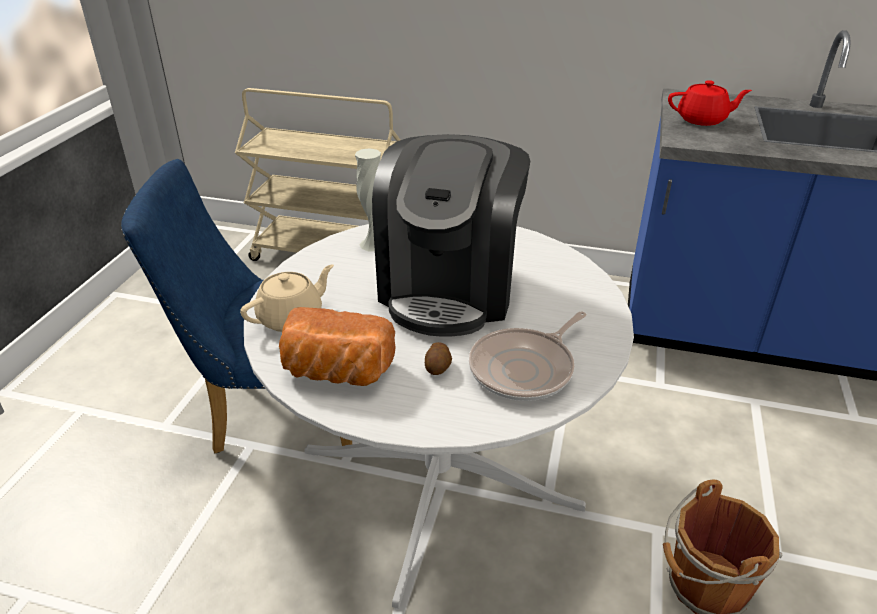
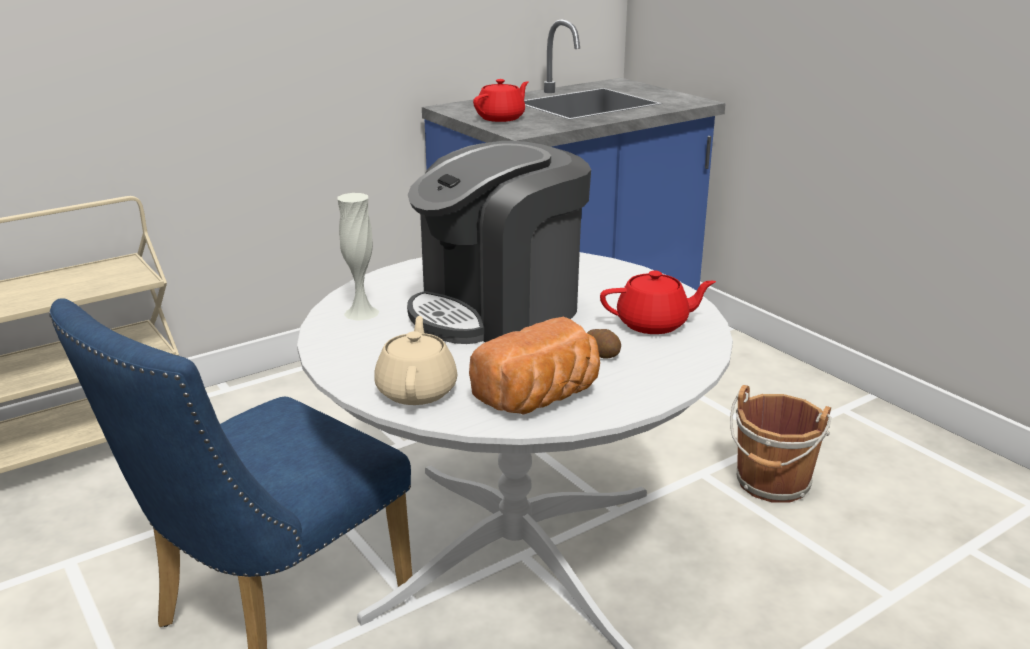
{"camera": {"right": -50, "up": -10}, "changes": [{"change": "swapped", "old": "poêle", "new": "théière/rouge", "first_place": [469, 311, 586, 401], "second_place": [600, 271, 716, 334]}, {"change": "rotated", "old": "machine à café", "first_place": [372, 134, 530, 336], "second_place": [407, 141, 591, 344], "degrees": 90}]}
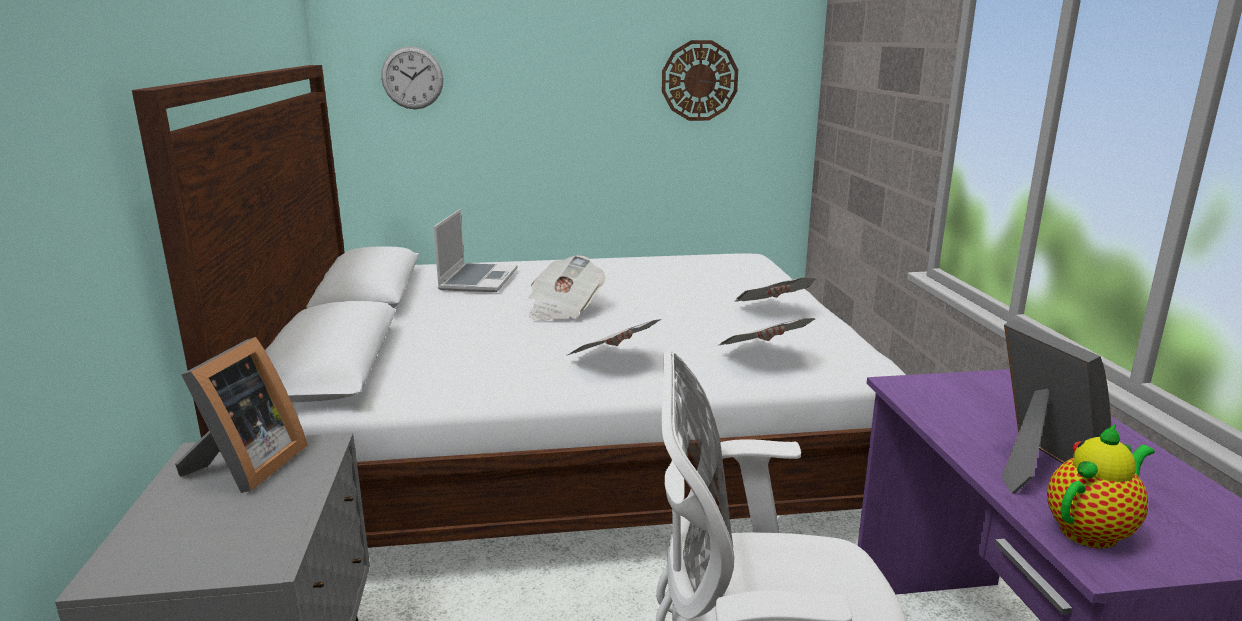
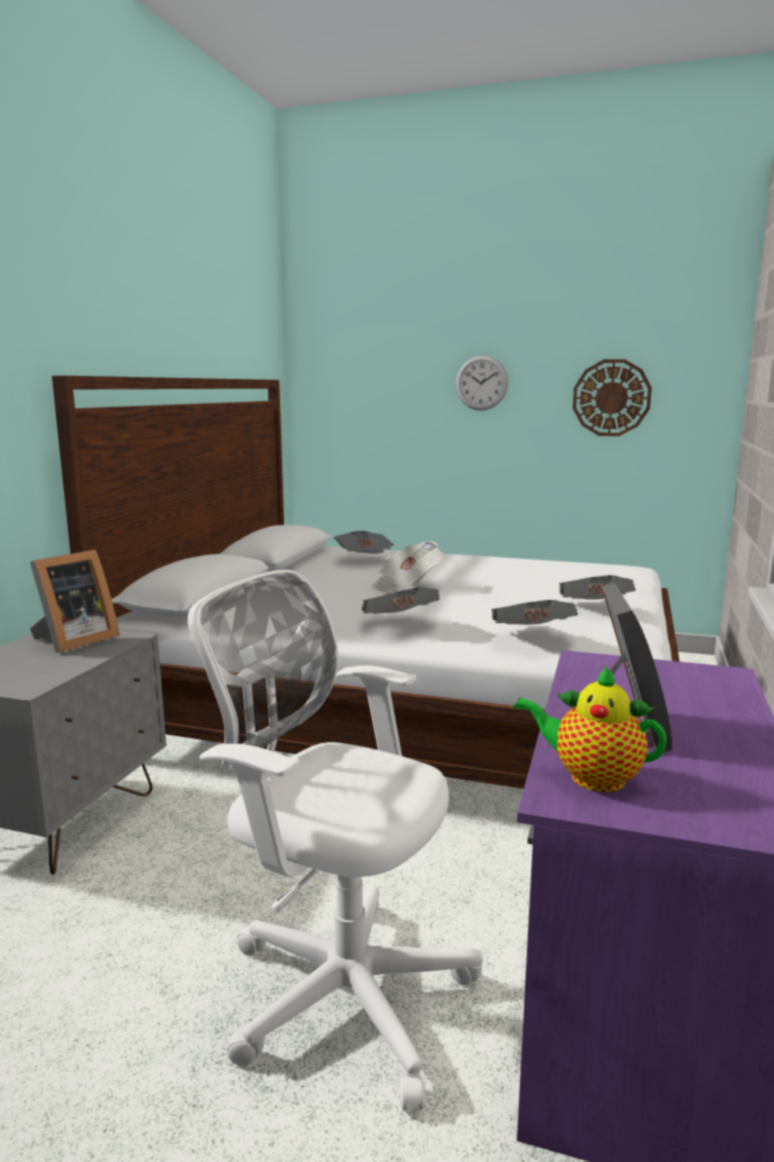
{"camera": {"right": 25, "up": -5}, "changes": [{"change": "shifted", "old": "horloge murale", "first_place": [381, 46, 444, 109], "second_place": [455, 355, 508, 411]}, {"change": "swapped", "old": "ordinateur portable", "new": "journal", "first_place": [434, 209, 517, 292], "second_place": [333, 531, 394, 554]}, {"change": "rotated", "old": "théière", "first_place": [1047, 424, 1155, 549], "second_place": [514, 665, 667, 792], "degrees": -150}]}
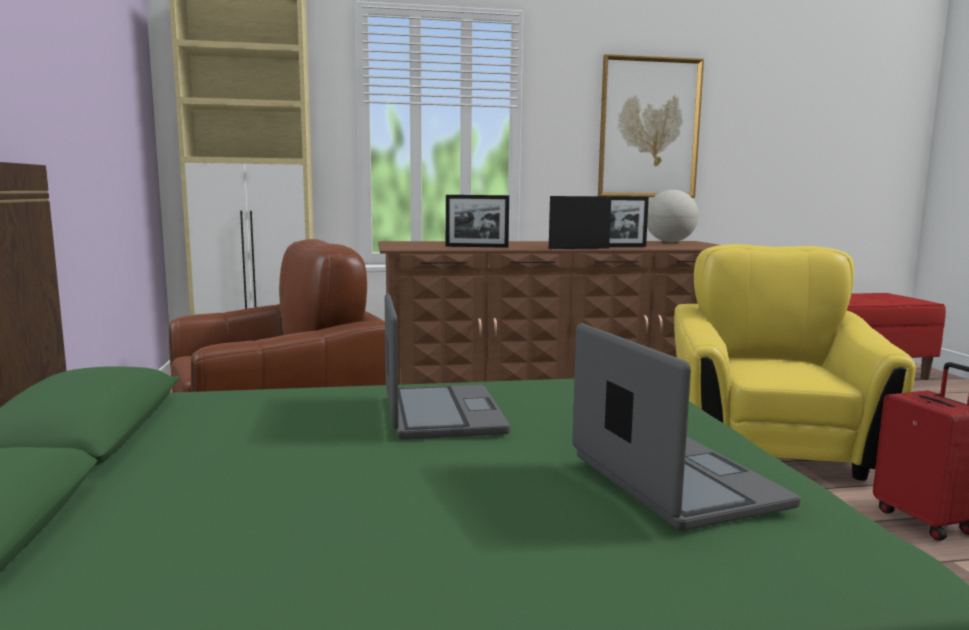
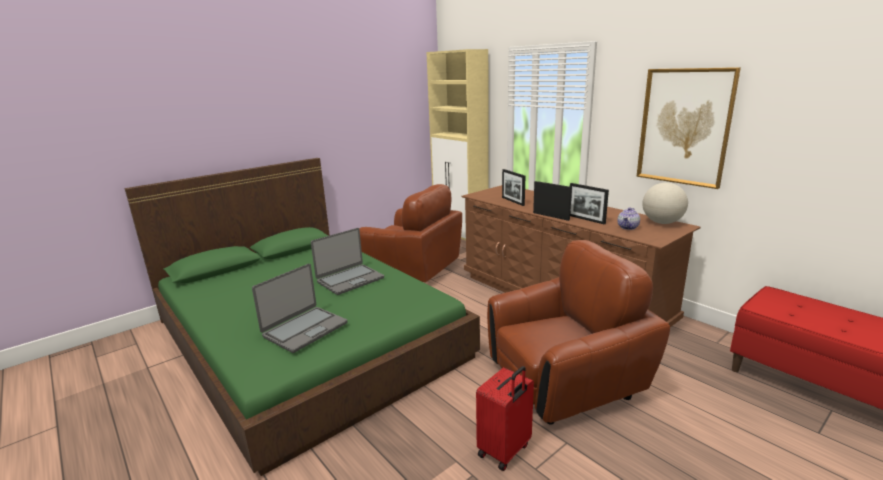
{"camera": {"right": 60, "up": 10}, "changes": [{"change": "new", "new": "théière", "second_place": [617, 208, 640, 230]}, {"change": "repainted", "old": "fauteuil/jaune", "new": "fauteuil/marron", "first_place": [674, 244, 916, 481], "second_place": [487, 240, 670, 425]}]}
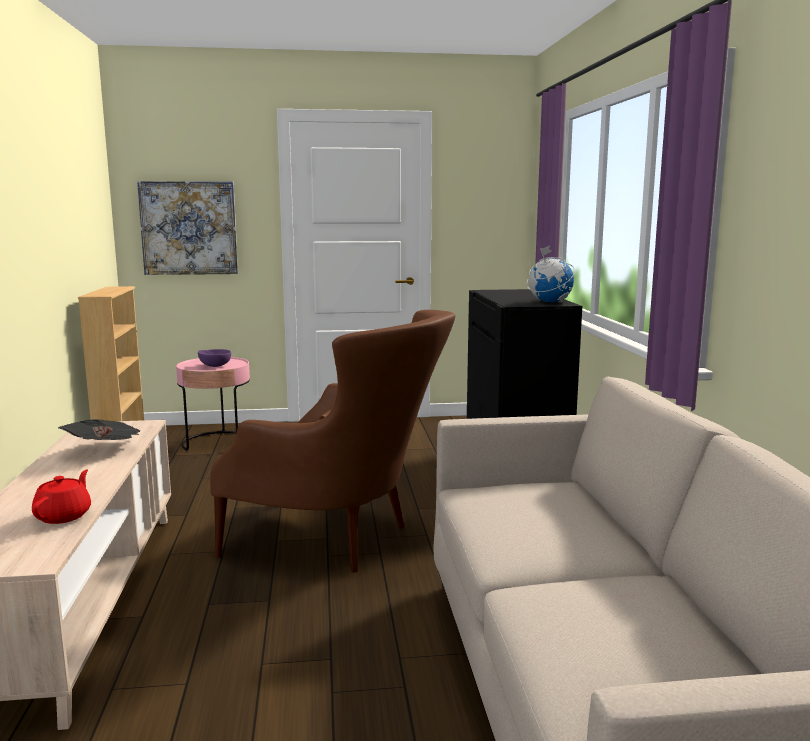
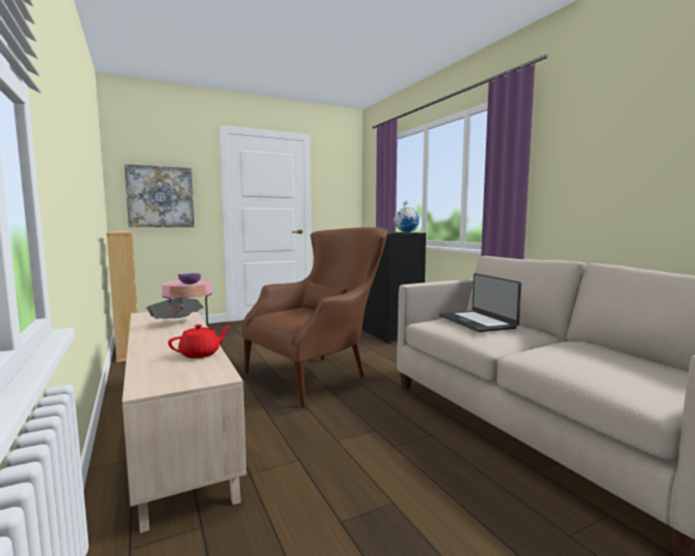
{"camera": {"right": -20, "up": -5}, "changes": [{"change": "new", "new": "ordinateur portable", "second_place": [439, 273, 522, 332]}, {"change": "rotated", "old": "théière/rouge", "first_place": [32, 469, 91, 524], "second_place": [168, 324, 230, 358], "degrees": 60}, {"change": "rotated", "old": "fauteuil/marron", "first_place": [210, 310, 455, 573], "second_place": [242, 227, 388, 408], "degrees": -45}]}
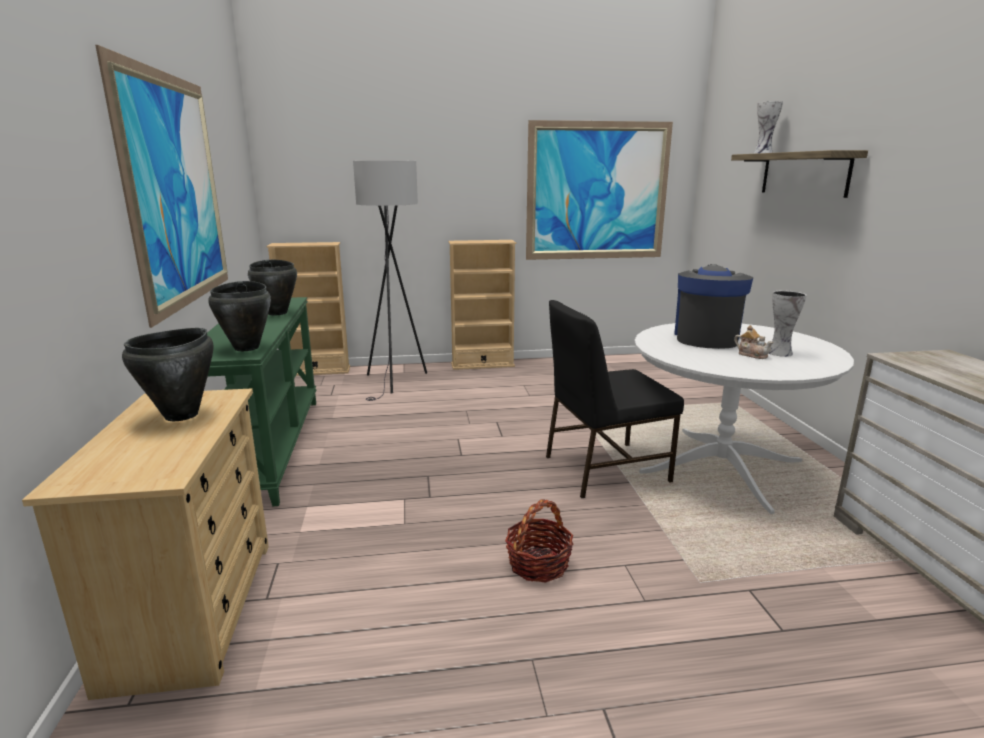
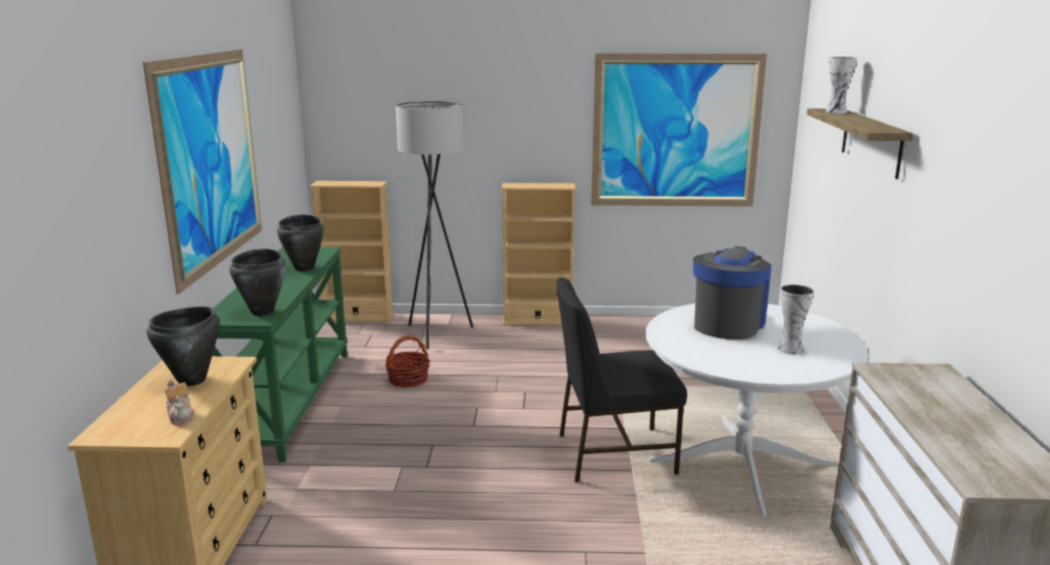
{"camera": {"right": 10, "up": 0}, "changes": [{"change": "shifted", "old": "panier", "first_place": [505, 499, 573, 582], "second_place": [385, 335, 430, 388]}, {"change": "shifted", "old": "théière", "first_place": [734, 325, 774, 359], "second_place": [165, 379, 194, 425]}]}
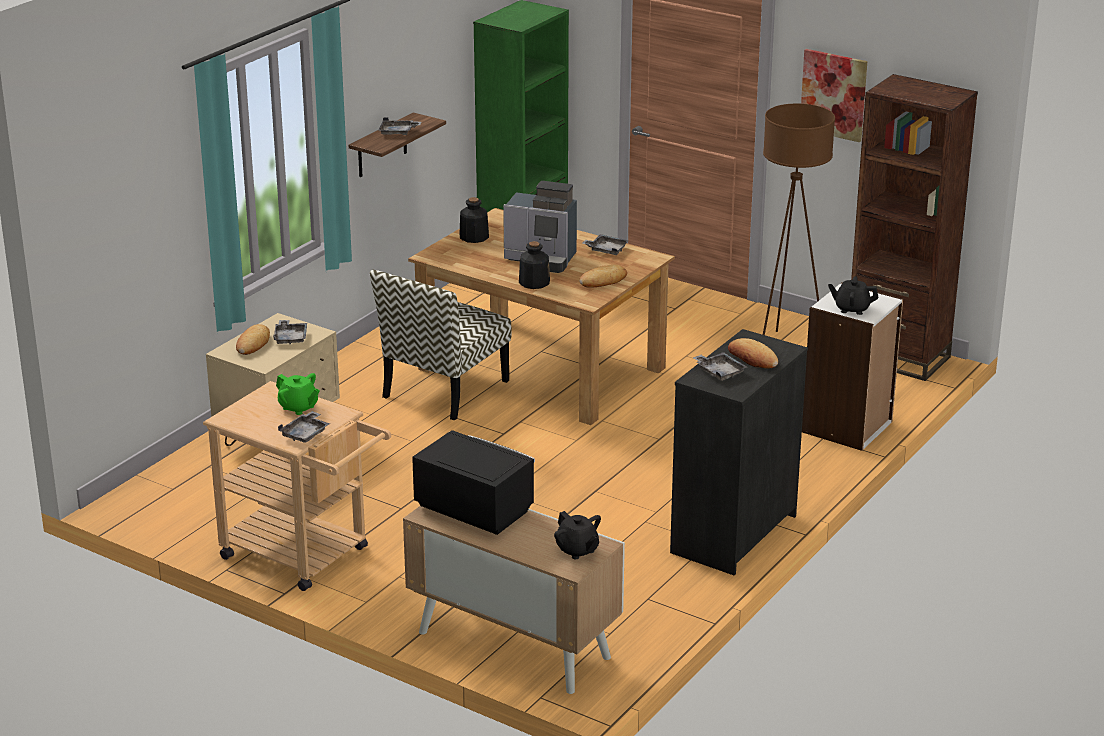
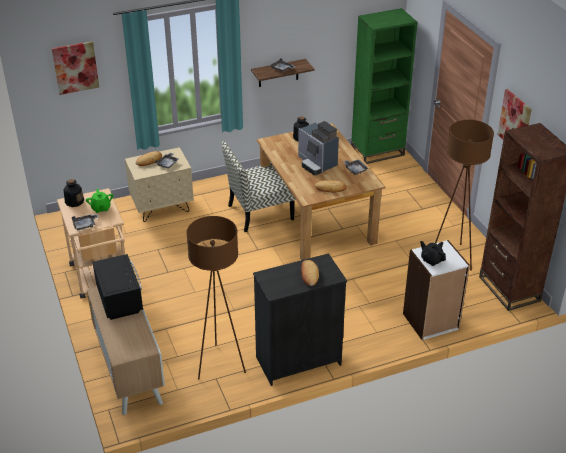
{"camera": {"right": 35, "up": 10}, "changes": [{"change": "gone", "old": "théière/noir", "first_place": [554, 511, 601, 559]}, {"change": "gone", "old": "plateau/gris", "first_place": [692, 352, 747, 381]}, {"change": "new", "new": "tableau", "second_place": [52, 41, 99, 95]}, {"change": "new", "new": "lampadaire/marron", "second_place": [186, 216, 246, 380]}, {"change": "shifted", "old": "bouteille", "first_place": [519, 241, 550, 289], "second_place": [64, 179, 84, 207]}]}
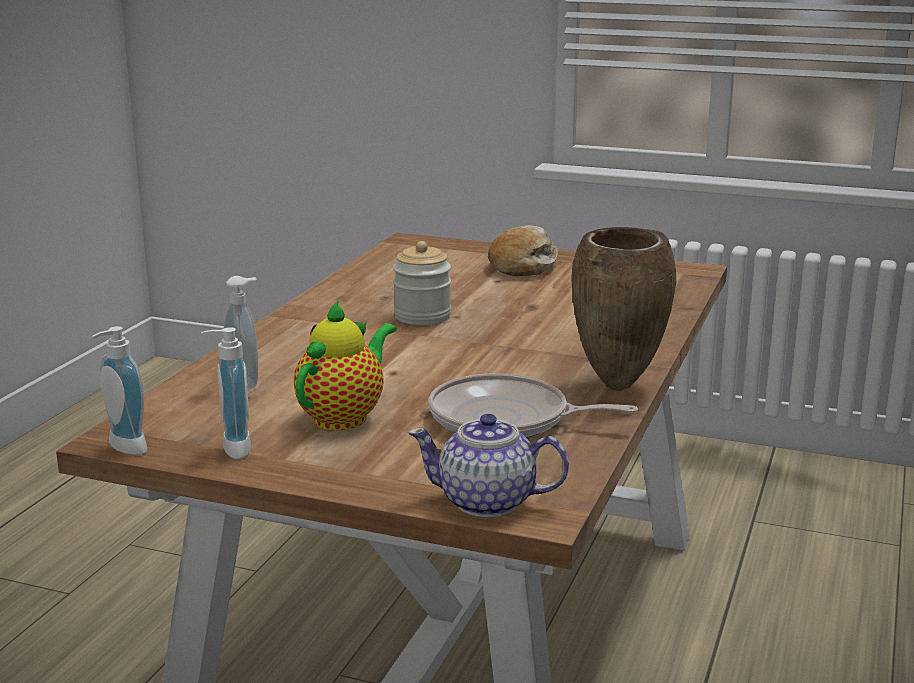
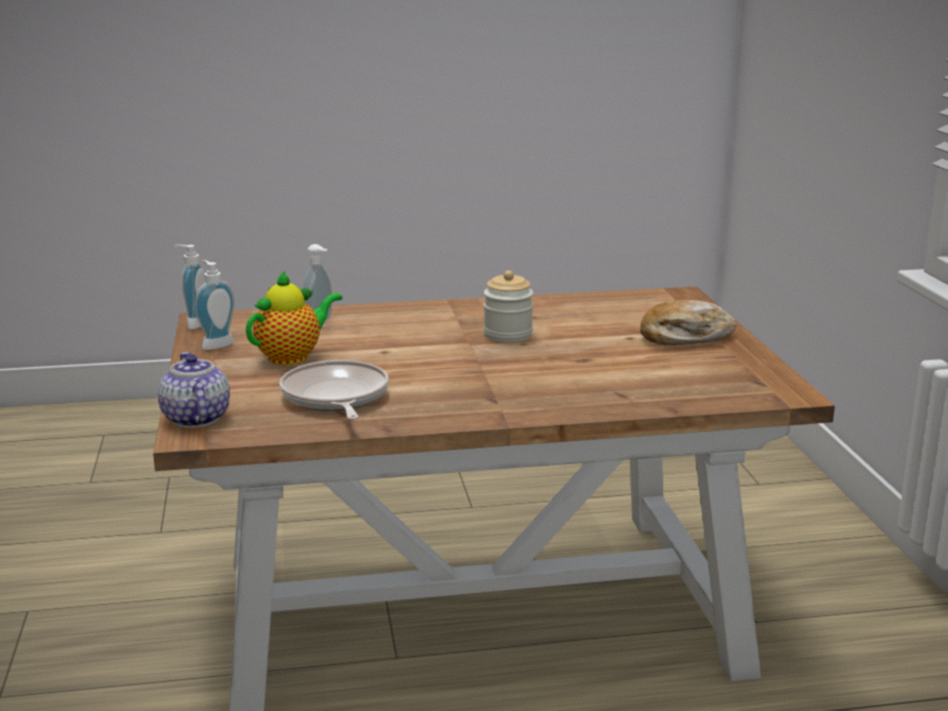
{"camera": {"right": 60, "up": 0}, "changes": [{"change": "gone", "old": "vase/marron", "first_place": [572, 227, 676, 391]}, {"change": "rotated", "old": "théière", "first_place": [294, 300, 397, 430], "second_place": [246, 271, 342, 365], "degrees": -45}]}
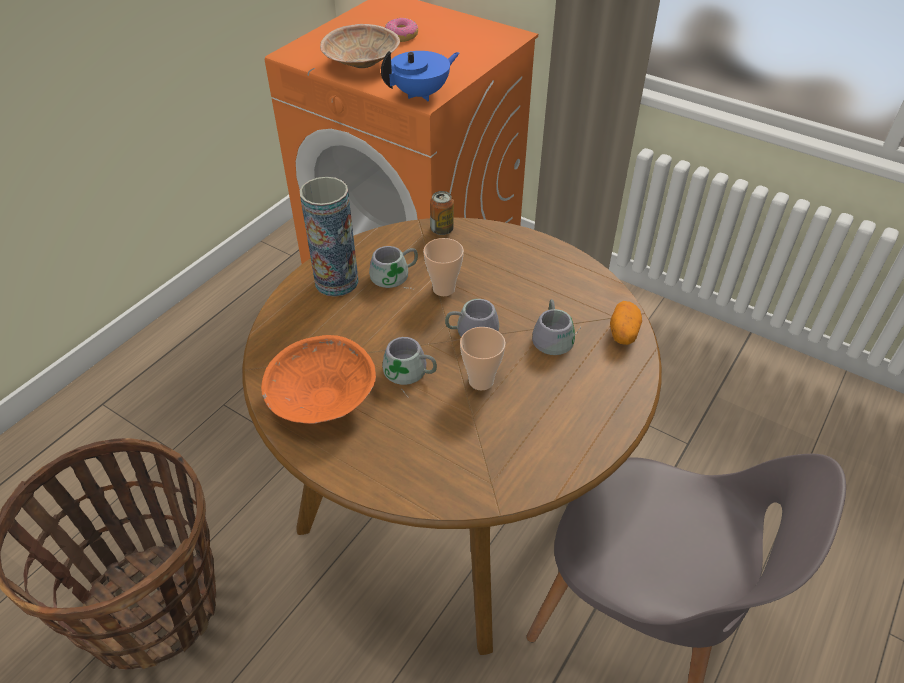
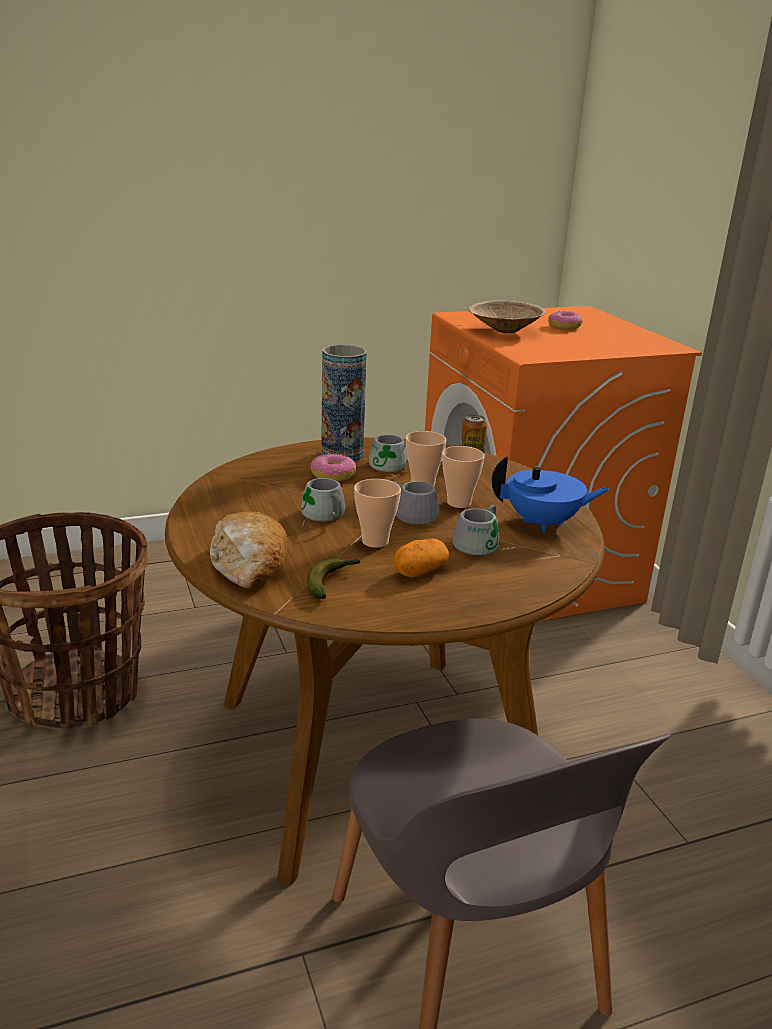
{"camera": {"right": 35, "up": -20}, "changes": [{"change": "gone", "old": "bol/orange", "first_place": [261, 335, 376, 424]}, {"change": "new", "new": "pain", "second_place": [210, 511, 288, 588]}, {"change": "new", "new": "banane", "second_place": [307, 557, 360, 599]}, {"change": "new", "new": "beignet", "second_place": [310, 454, 356, 481]}, {"change": "new", "new": "tasse", "second_place": [442, 446, 485, 508]}, {"change": "shifted", "old": "théière/bleu", "first_place": [381, 51, 460, 101], "second_place": [492, 456, 609, 532]}, {"change": "shifted", "old": "pomme de terre", "first_place": [610, 301, 642, 345], "second_place": [393, 539, 449, 578]}]}
